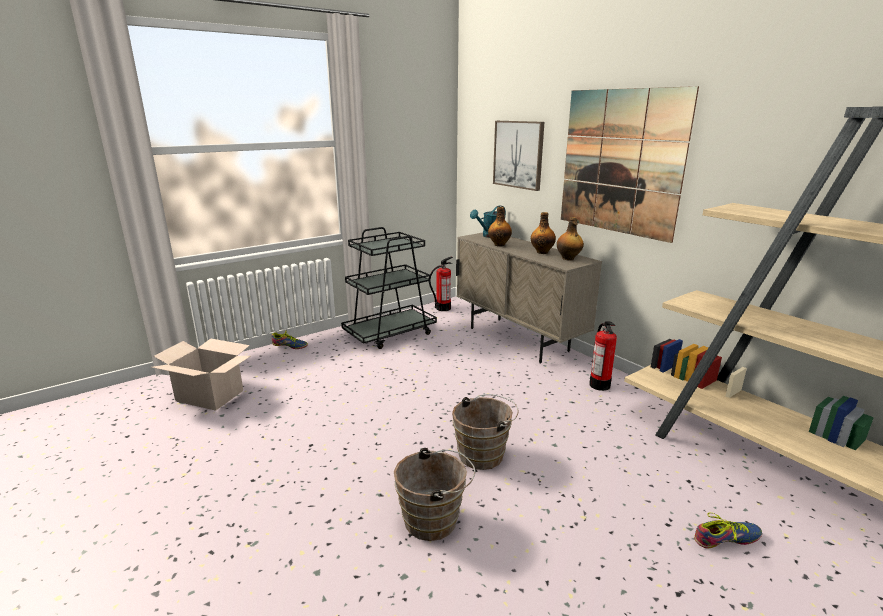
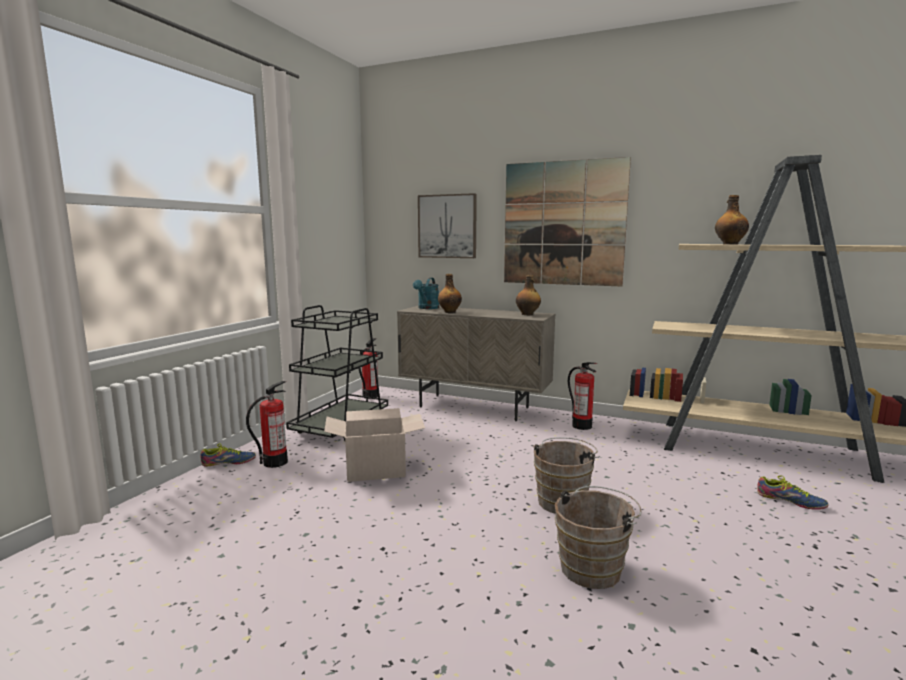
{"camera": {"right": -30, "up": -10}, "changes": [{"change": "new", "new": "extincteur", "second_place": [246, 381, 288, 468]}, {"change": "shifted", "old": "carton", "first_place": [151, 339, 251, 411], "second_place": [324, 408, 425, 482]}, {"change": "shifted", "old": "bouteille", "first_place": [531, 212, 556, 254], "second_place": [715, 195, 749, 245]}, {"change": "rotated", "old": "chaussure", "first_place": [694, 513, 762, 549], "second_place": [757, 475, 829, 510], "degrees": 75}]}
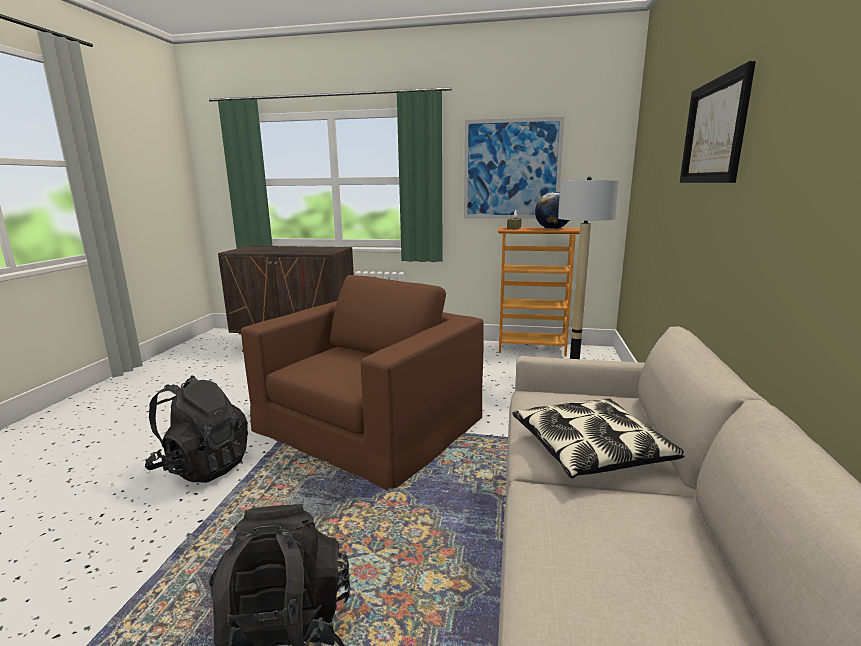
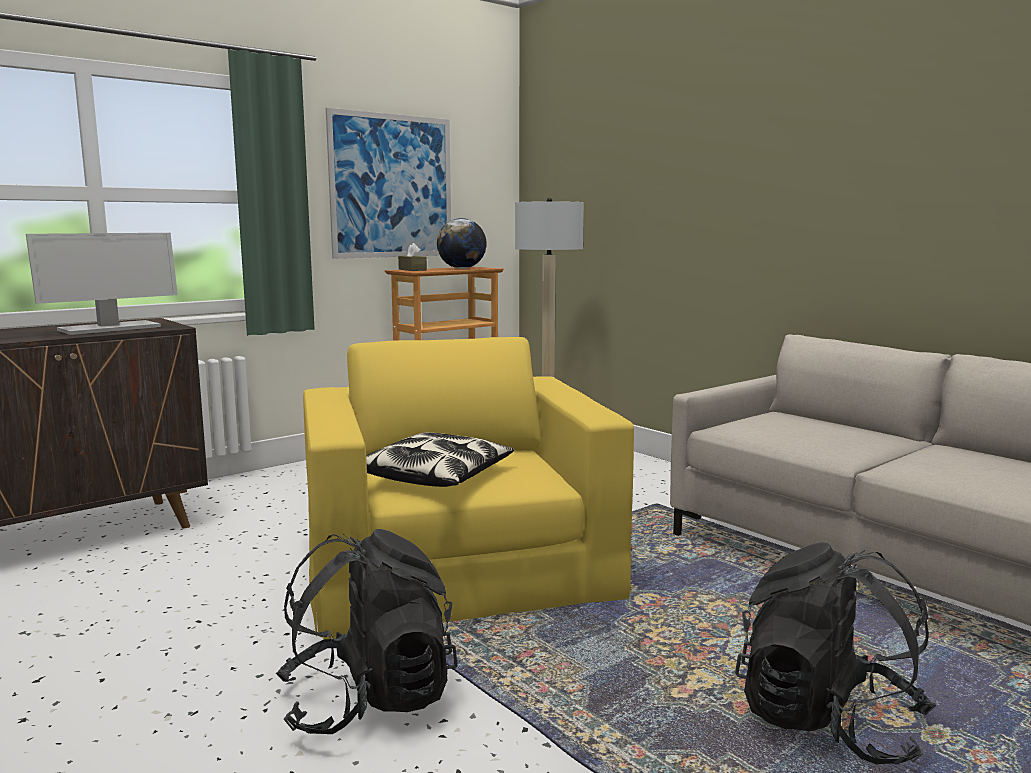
{"camera": {"right": -50, "up": -5}, "changes": [{"change": "gone", "old": "tableau", "first_place": [680, 61, 756, 183]}, {"change": "new", "new": "écran d'ordinateur", "second_place": [26, 233, 178, 335]}, {"change": "shifted", "old": "coussin", "first_place": [512, 399, 685, 478], "second_place": [366, 432, 514, 487]}, {"change": "repainted", "old": "fauteuil/marron", "new": "fauteuil/jaune", "first_place": [241, 275, 484, 491], "second_place": [303, 337, 634, 640]}]}
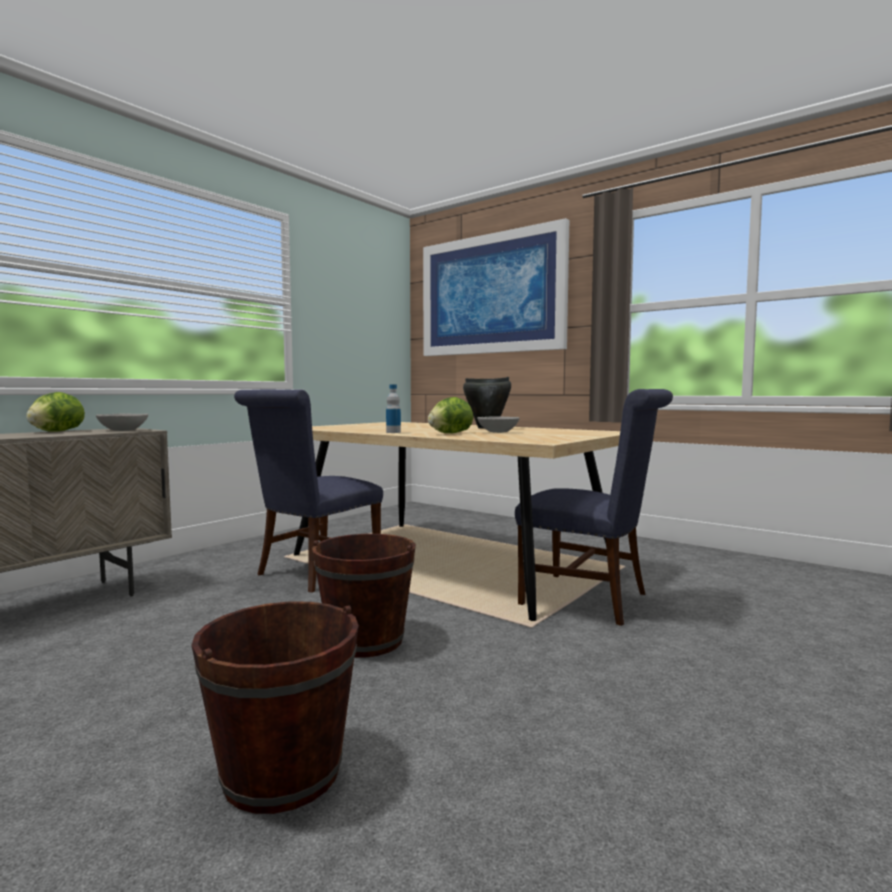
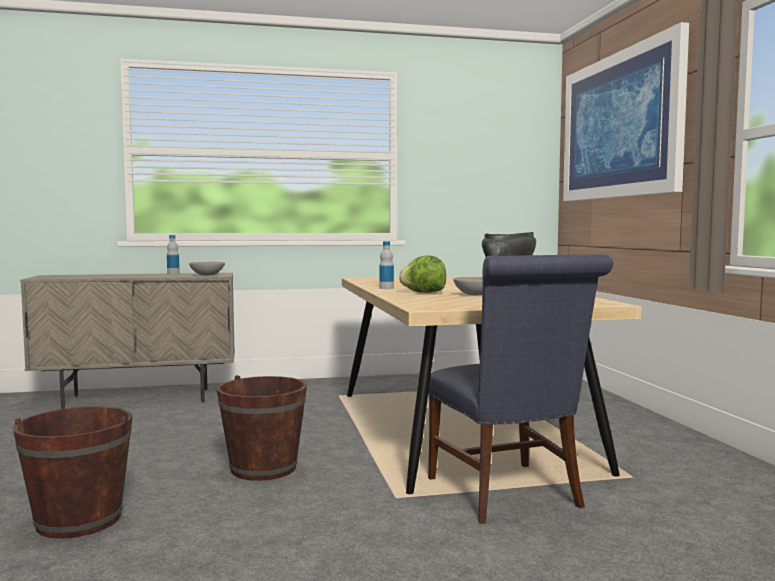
{"camera": {"right": 40, "up": 0}, "changes": [{"change": "gone", "old": "chaise/bleu", "first_place": [234, 389, 383, 593]}, {"change": "swapped", "old": "laitue", "new": "bouteille", "first_place": [26, 392, 85, 432], "second_place": [167, 235, 180, 274]}]}
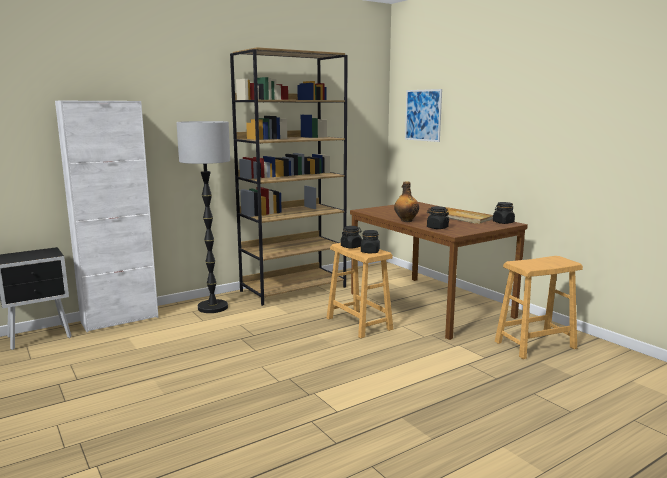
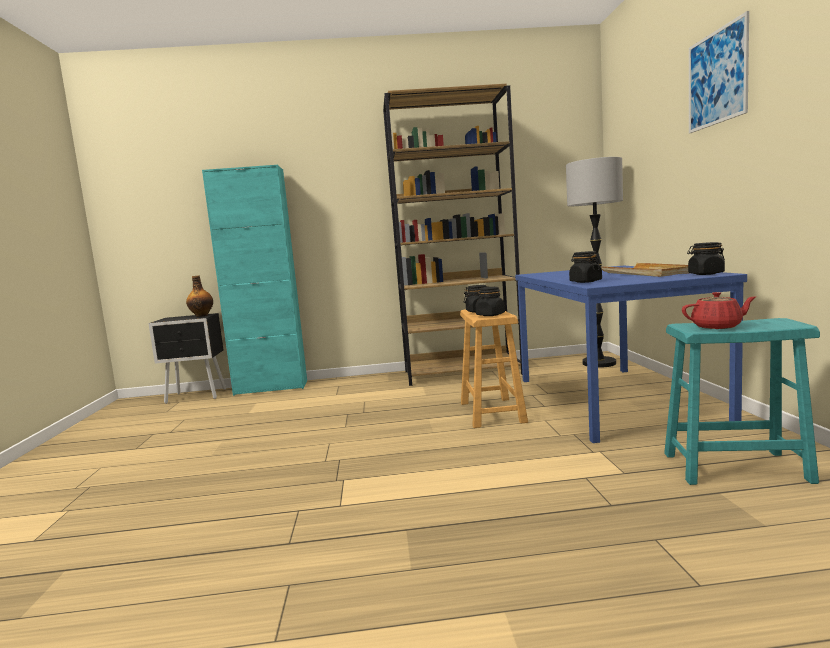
{"camera": {"right": 30, "up": -5}, "changes": [{"change": "new", "new": "théière/rouge", "second_place": [682, 292, 756, 329]}, {"change": "shifted", "old": "lampadaire", "first_place": [176, 121, 230, 313], "second_place": [566, 157, 623, 368]}, {"change": "shifted", "old": "bouteille", "first_place": [394, 181, 419, 222], "second_place": [186, 275, 213, 317]}, {"change": "shifted", "old": "tableau", "first_place": [405, 89, 442, 142], "second_place": [689, 11, 749, 133]}, {"change": "repainted", "old": "meuble de rangement/blanc", "new": "meuble de rangement/turquoise", "first_place": [55, 100, 158, 332], "second_place": [202, 165, 307, 396]}, {"change": "repainted", "old": "table à manger/marron", "new": "table à manger/bleu", "first_place": [350, 202, 528, 340], "second_place": [515, 266, 747, 443]}, {"change": "repainted", "old": "tabouret/marron", "new": "tabouret/turquoise", "first_place": [495, 256, 583, 359], "second_place": [664, 318, 820, 485]}]}
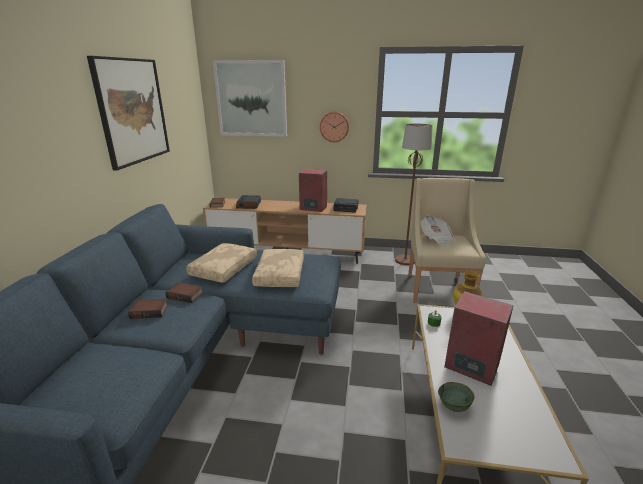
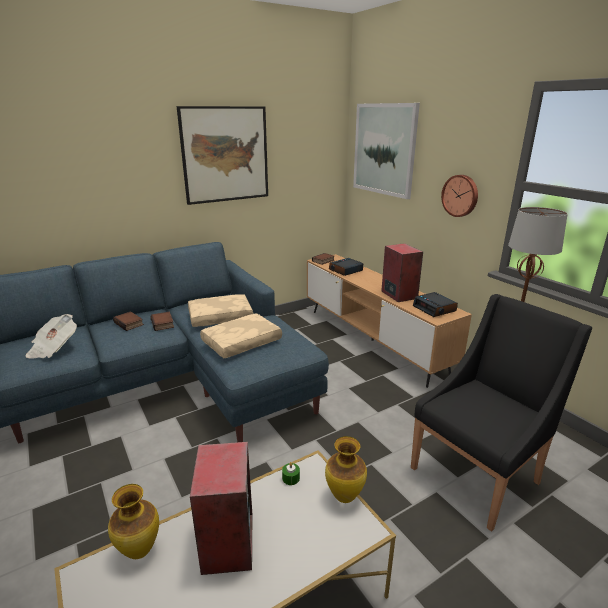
{"camera": {"right": 50, "up": 0}, "changes": [{"change": "shifted", "old": "journal", "first_place": [420, 215, 455, 247], "second_place": [26, 314, 77, 359]}, {"change": "swapped", "old": "bol/vert", "new": "vase", "first_place": [438, 382, 474, 412], "second_place": [108, 484, 159, 559]}, {"change": "repainted", "old": "fauteuil/beige", "new": "fauteuil/noir", "first_place": [408, 178, 486, 303], "second_place": [411, 294, 592, 532]}]}
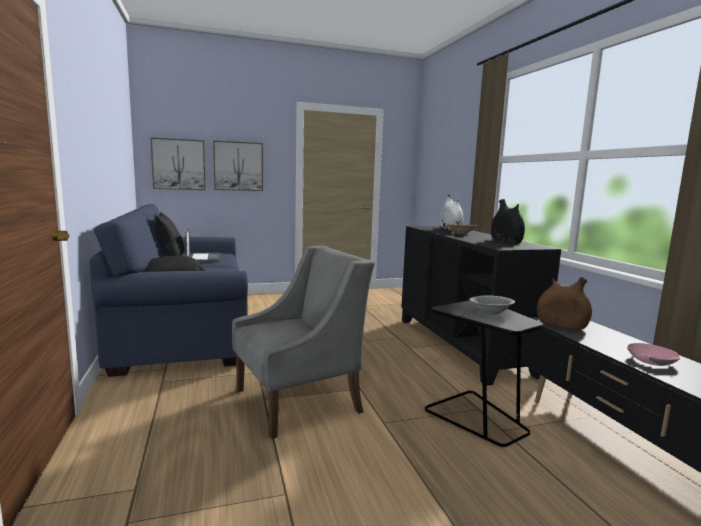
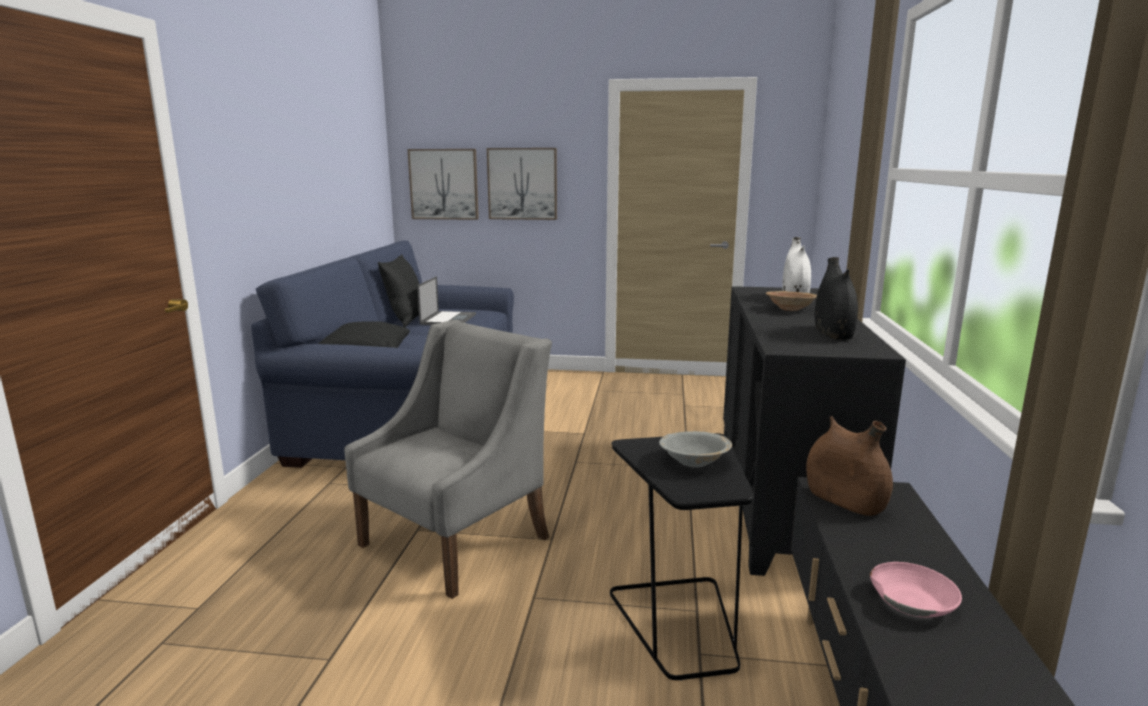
{"camera": {"right": 25, "up": 5}, "changes": [{"change": "rotated", "old": "fauteuil/gris", "first_place": [232, 246, 375, 439], "second_place": [344, 320, 552, 599], "degrees": -45}]}
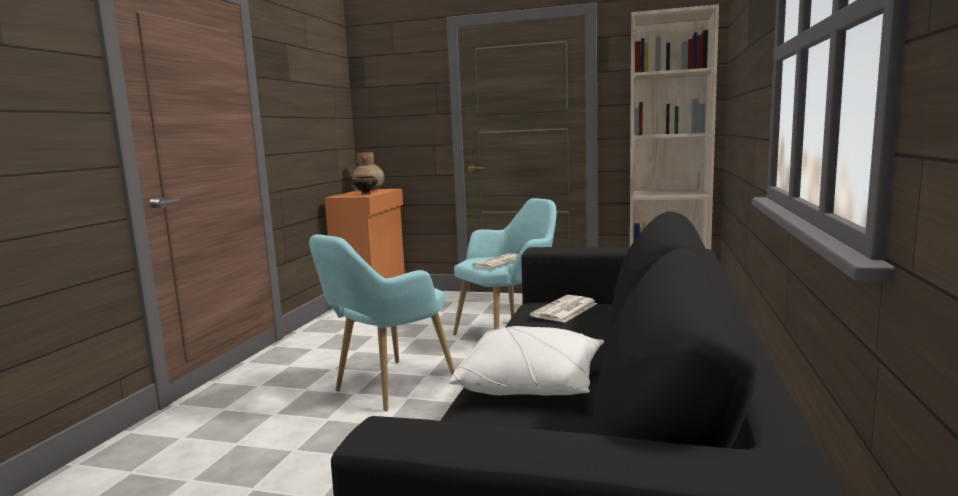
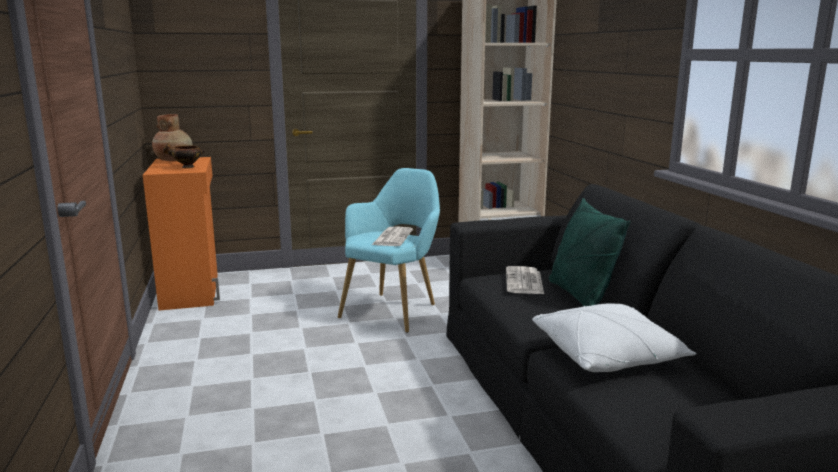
{"camera": {"right": -30, "up": 5}, "changes": [{"change": "gone", "old": "fauteuil/turquoise", "first_place": [309, 234, 455, 412]}, {"change": "new", "new": "coussin/vert", "second_place": [549, 198, 631, 306]}]}
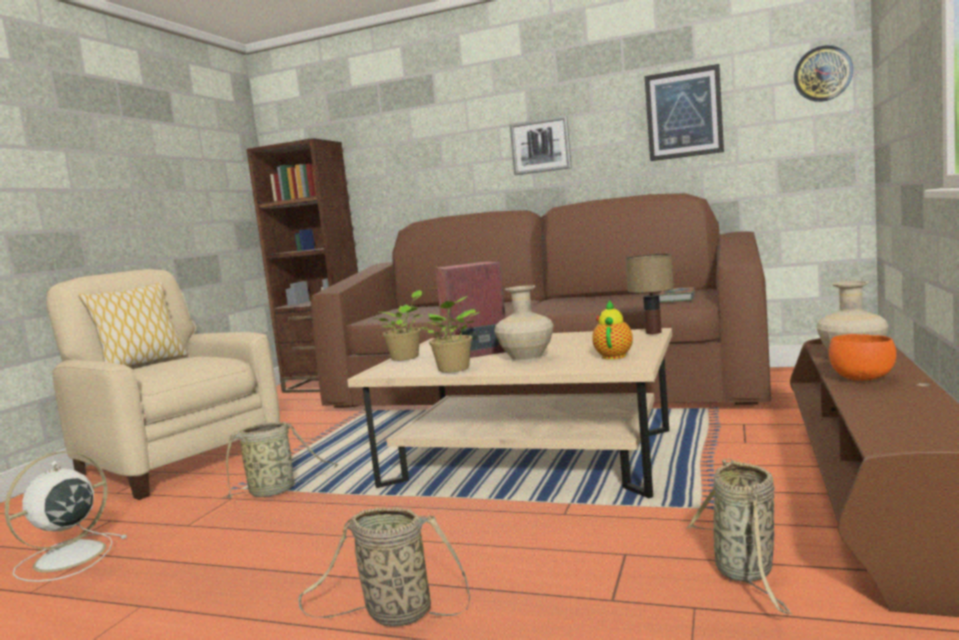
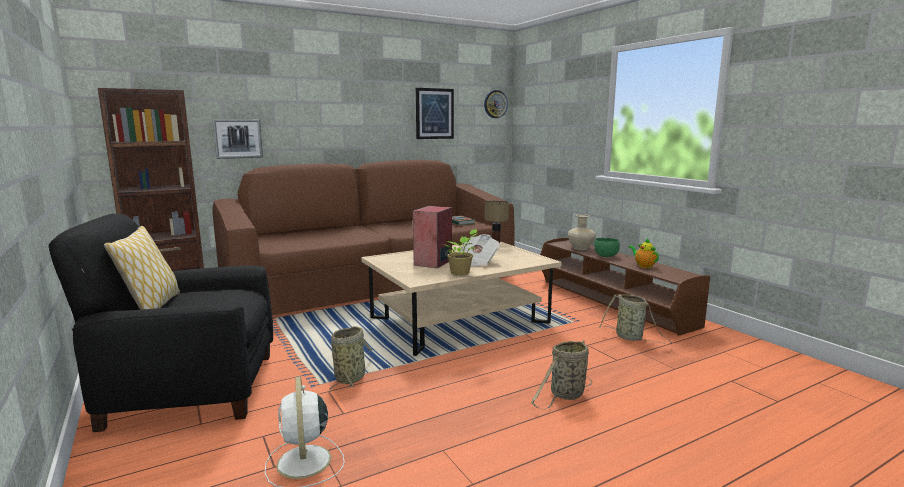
{"camera": {"right": -50, "up": 5}, "changes": [{"change": "gone", "old": "plante en pot", "first_place": [371, 290, 426, 361]}, {"change": "shifted", "old": "tableau", "first_place": [510, 116, 572, 175], "second_place": [212, 119, 263, 159]}, {"change": "shifted", "old": "théière", "first_place": [592, 301, 633, 360], "second_place": [629, 238, 659, 268]}, {"change": "swapped", "old": "vase/beige", "new": "journal", "first_place": [495, 285, 554, 362], "second_place": [460, 234, 500, 267]}, {"change": "repainted", "old": "fauteuil/beige", "new": "fauteuil/noir", "first_place": [46, 269, 280, 500], "second_place": [49, 214, 273, 432]}, {"change": "repainted", "old": "bol/orange", "new": "bol/vert", "first_place": [829, 334, 896, 381], "second_place": [594, 238, 620, 257]}]}
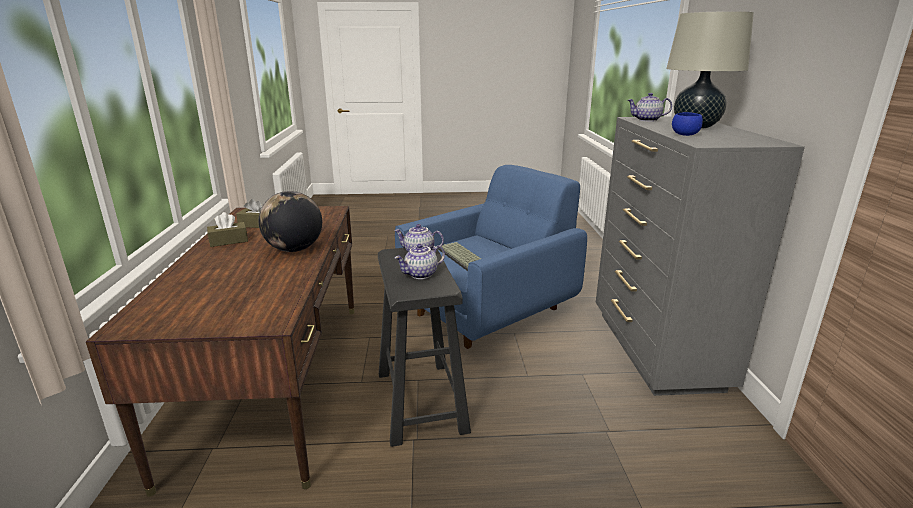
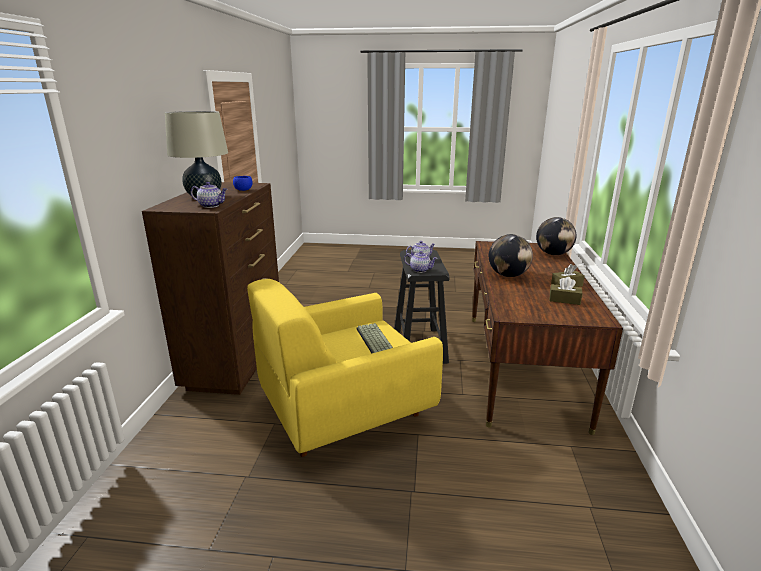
{"camera": {"right": -170, "up": 0}, "changes": [{"change": "new", "new": "globe", "second_place": [536, 217, 577, 255]}, {"change": "repainted", "old": "fauteuil/bleu", "new": "fauteuil/jaune", "first_place": [395, 165, 587, 349], "second_place": [247, 279, 443, 457]}, {"change": "repainted", "old": "commode/gris", "new": "commode/marron", "first_place": [596, 117, 805, 396], "second_place": [142, 182, 279, 395]}]}
